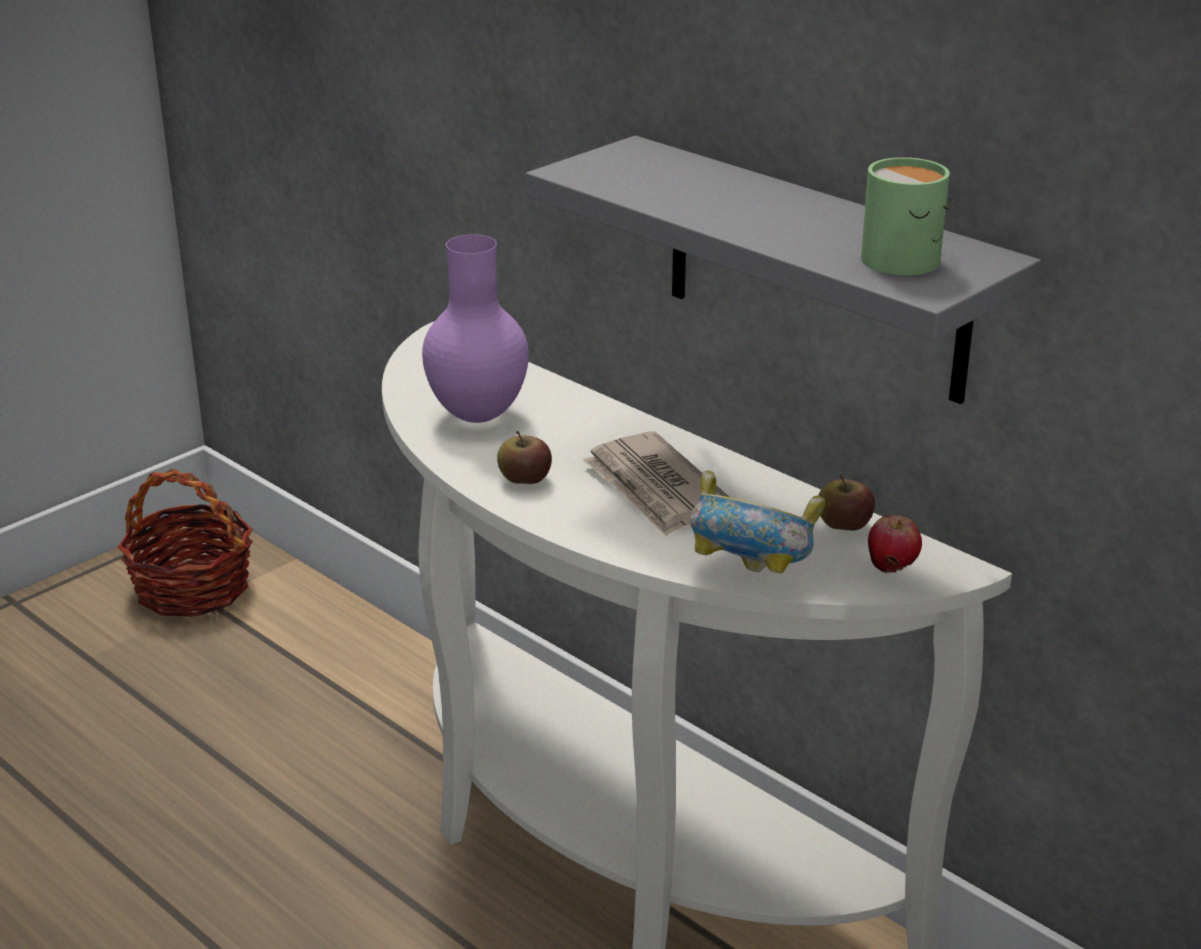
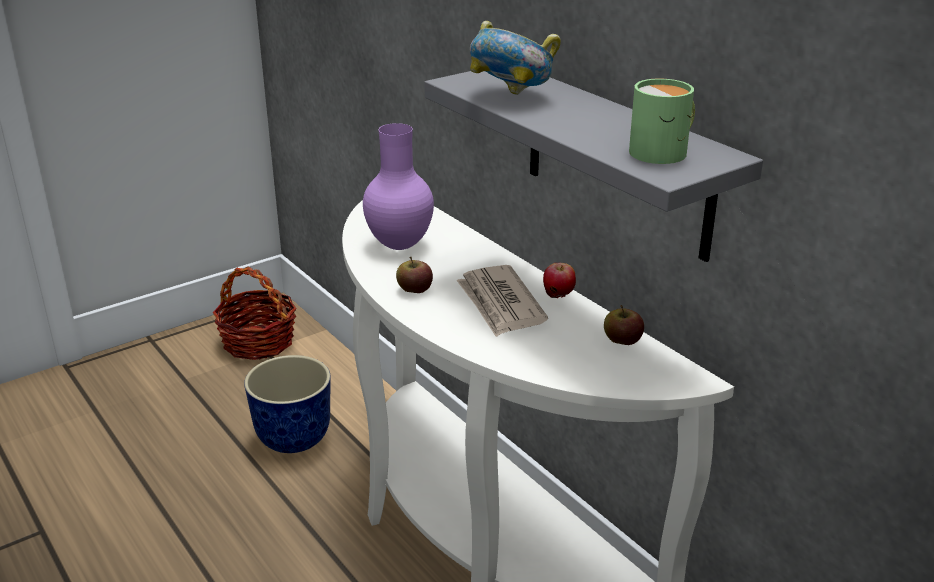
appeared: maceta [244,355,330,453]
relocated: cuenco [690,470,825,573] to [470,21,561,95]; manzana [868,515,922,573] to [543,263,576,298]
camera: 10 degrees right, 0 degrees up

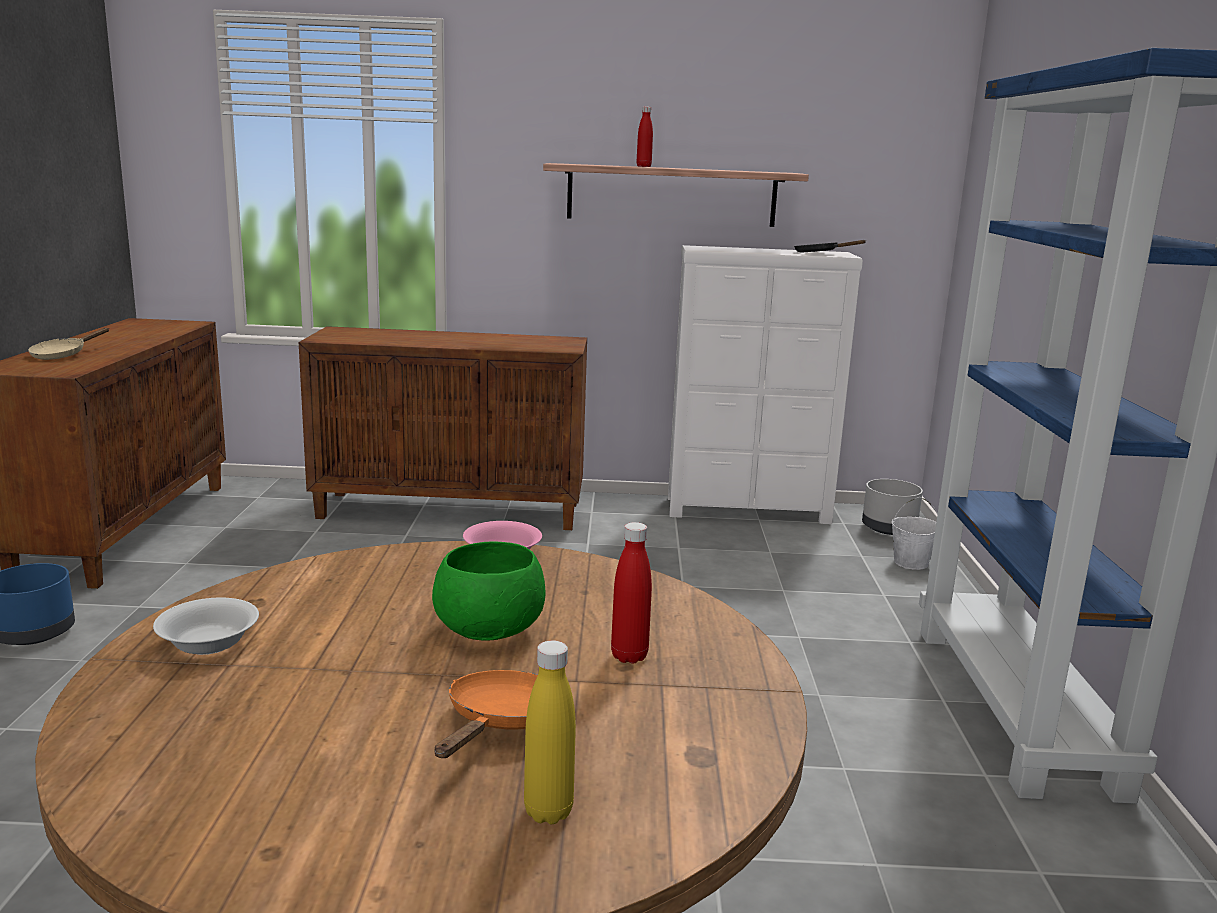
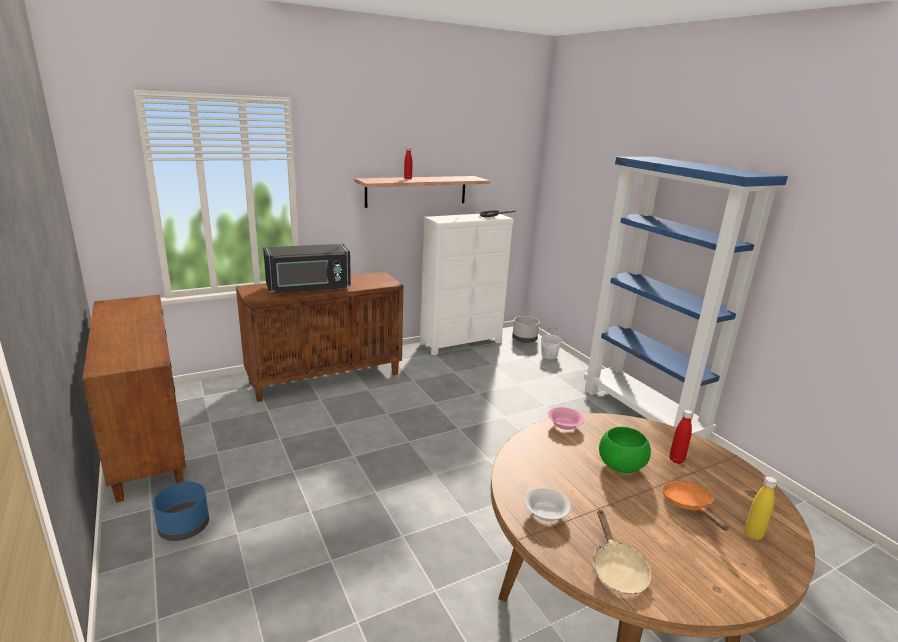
appeared: microondas [negro] [263,244,351,293]
relocated: sartén [beis] [28,328,109,360] to [593,509,651,595]
camera: 30 degrees left, 5 degrees up

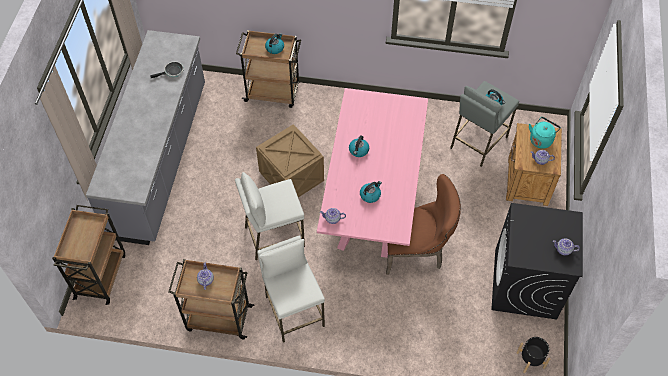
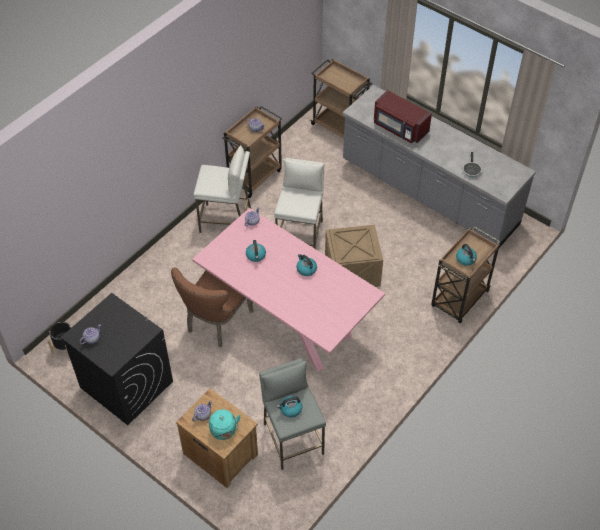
appeared: microondas [rojo] [374,90,432,143]
camera: 120 degrees right, 5 degrees down

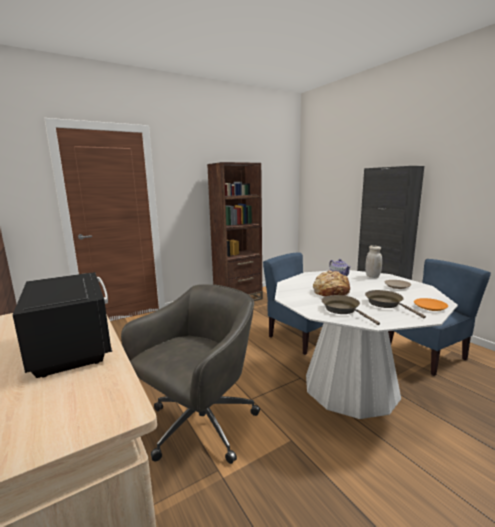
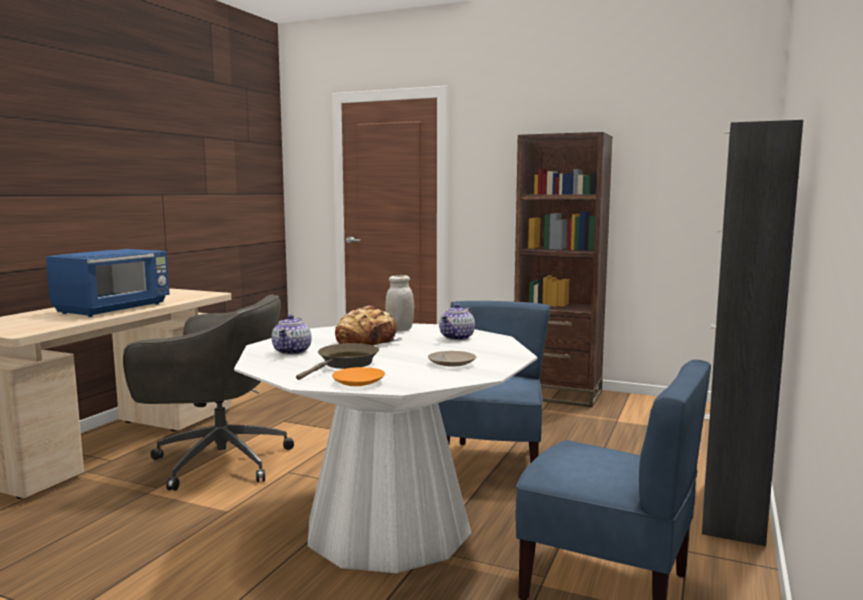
relocated: tarro [blanco] [365,245,382,278] to [385,275,414,331]
exchanged: sartén [marrón] [322,295,380,325] to tetera [272,314,312,355]
colour: microondas [negro] [13,272,112,378] to microondas [azul] [46,249,170,317]
camera: 55 degrees right, 5 degrees down

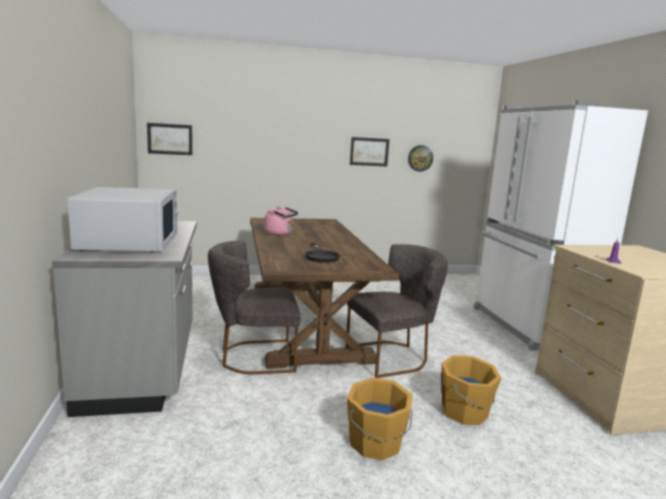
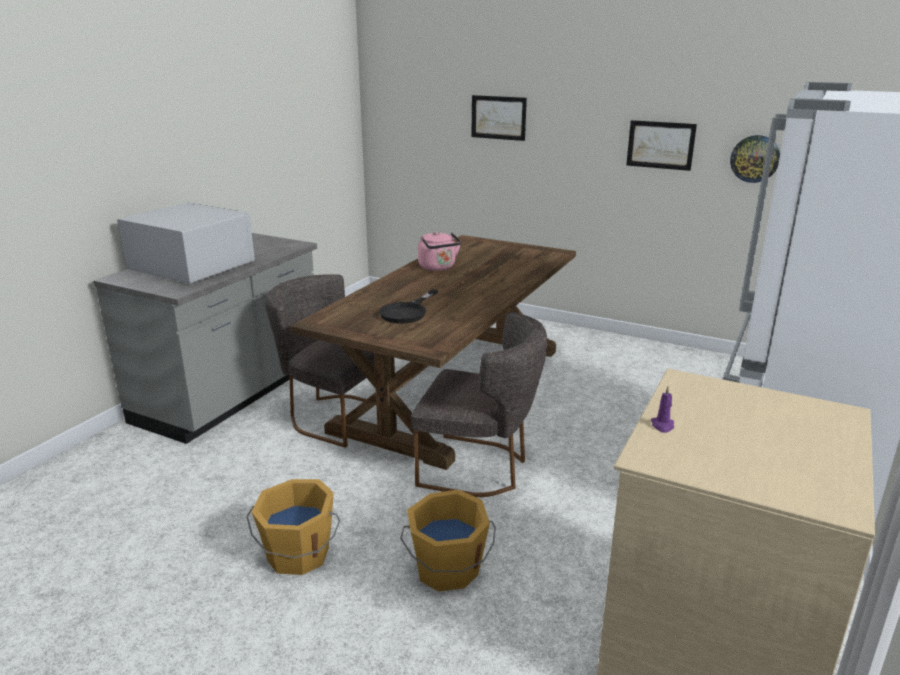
relocated: cuadro [147,123,192,155] to [471,95,527,141]
spun: microondas [blanco] [67,187,178,252] = [117,202,255,284] 90 degrees counterclockwise
camera: 40 degrees right, 10 degrees up

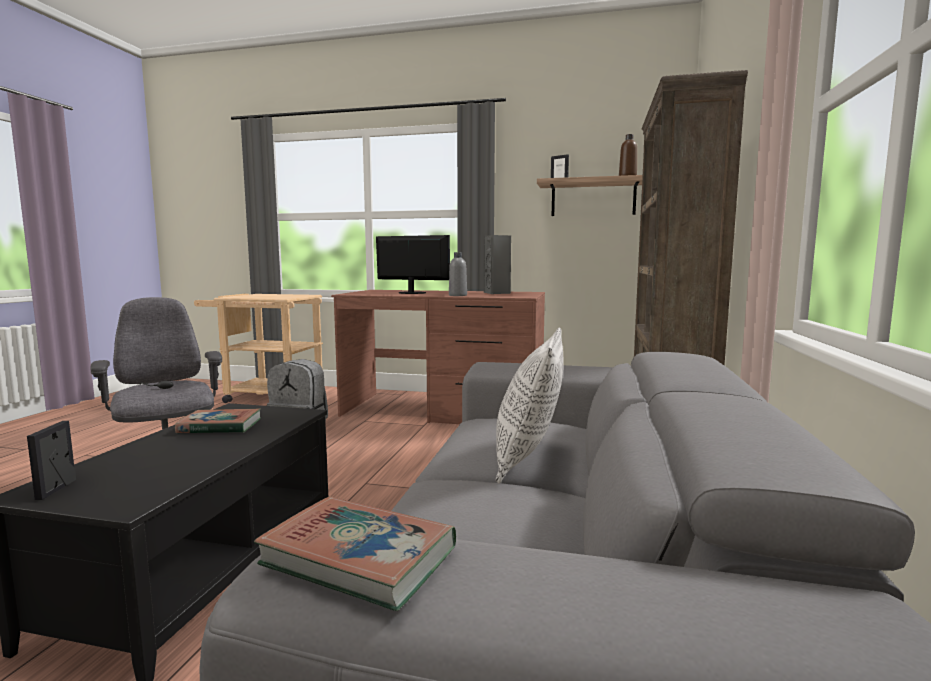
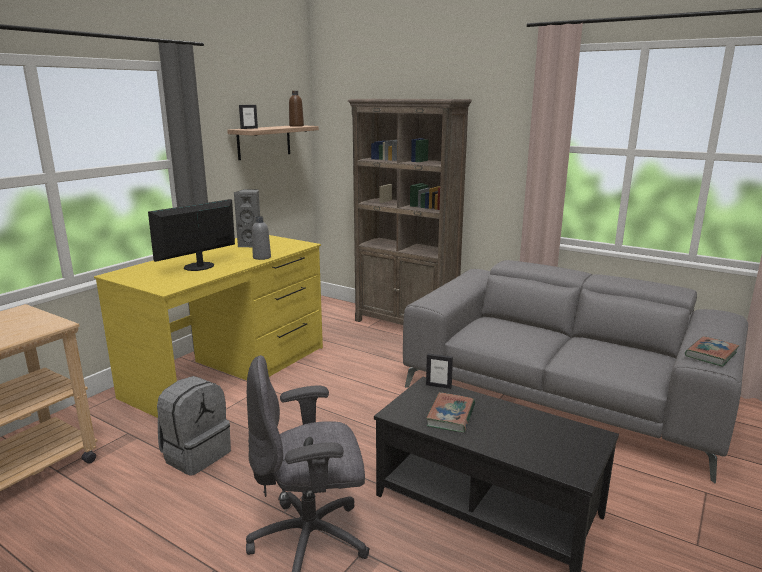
missing: cojín [496,328,563,483]
relocated: portarretratos [27,421,76,500] to [426,353,453,389]
colour: escritorio [marrón] [331,290,545,424] to escritorio [amarillo] [94,235,323,418]
camera: 70 degrees left, 10 degrees up

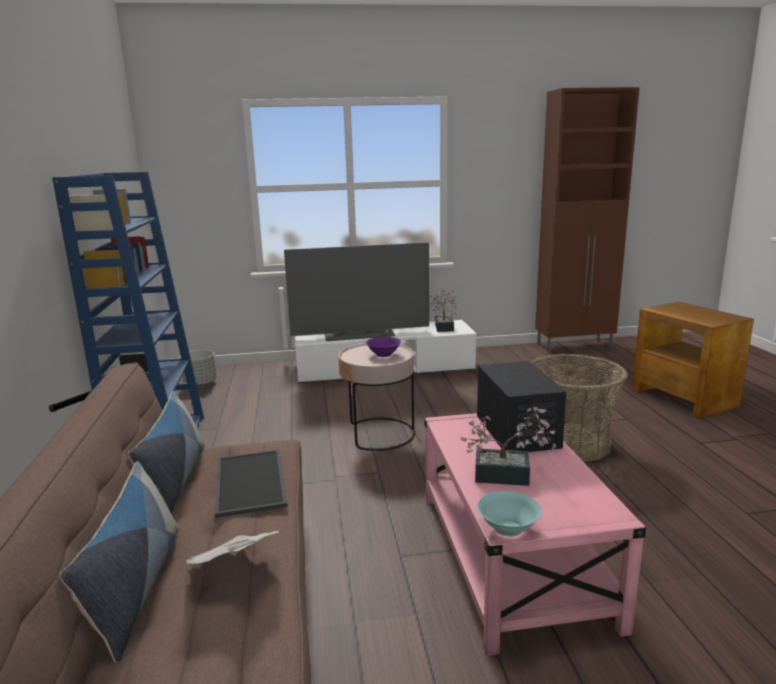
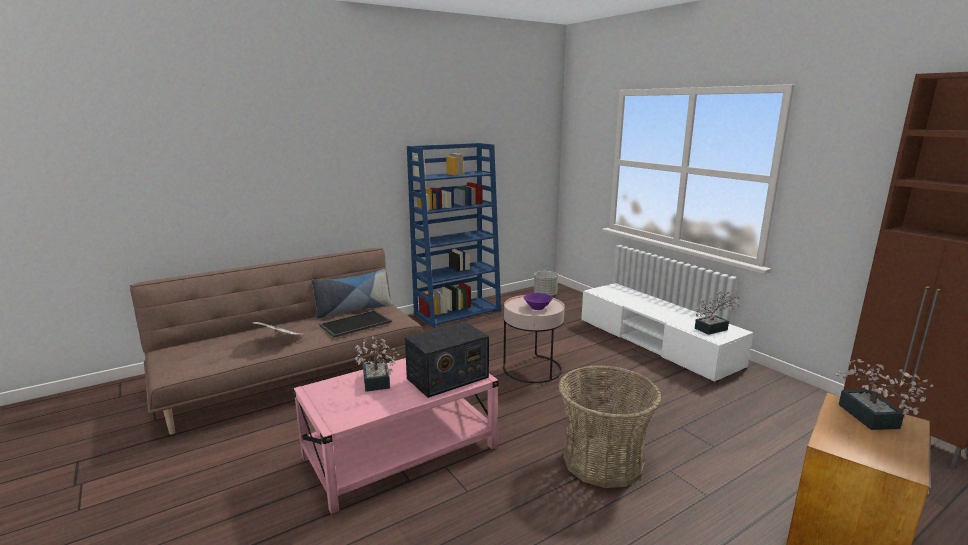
missing: cojín [60,461,179,662]; televisor [284,242,429,341]; cuenco [turquesa] [477,491,542,537]
appeared: planta en maceta [834,359,934,430]
camera: 65 degrees right, 0 degrees up

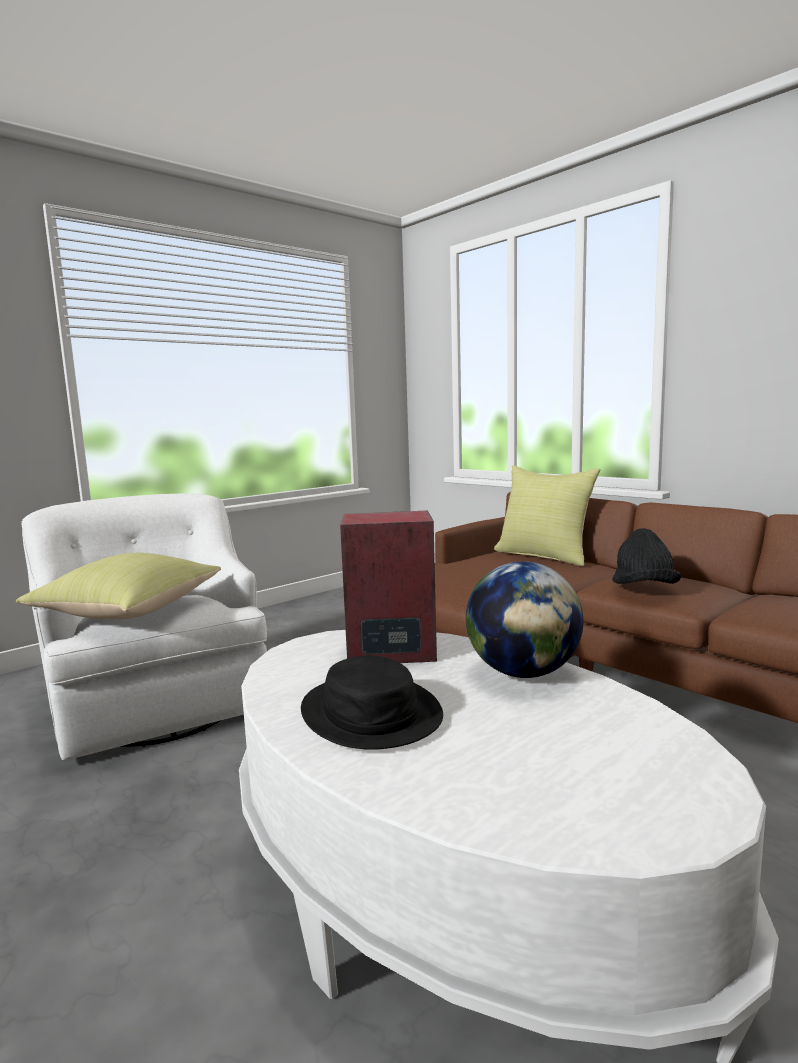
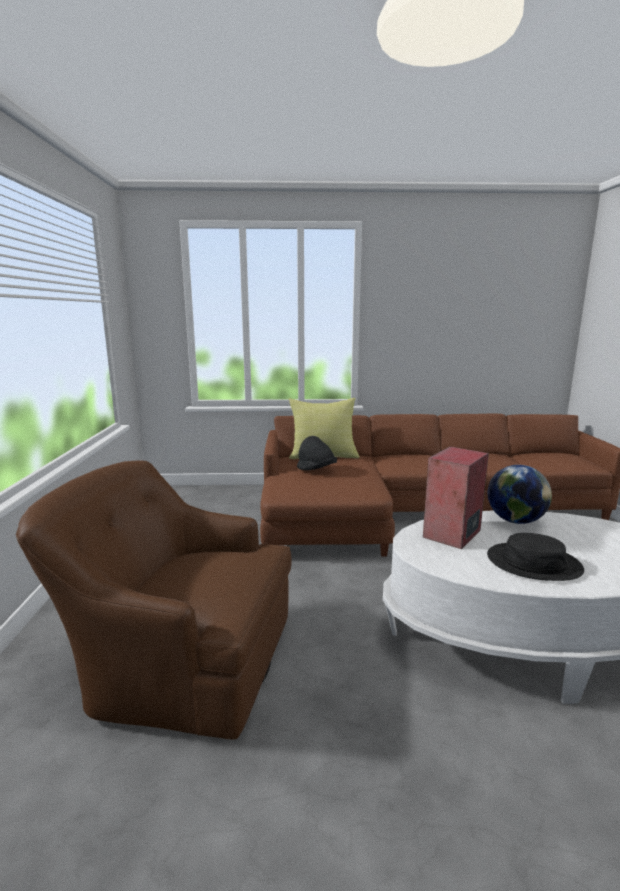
missing: cojín [amarillo] [16,553,221,619]
relocated: sombrero [negro] [612,528,681,584] to [297,436,337,470]
colour: sillón [blanco] [22,493,267,760] to sillón [marrón] [16,460,292,740]
camera: 50 degrees left, 5 degrees up

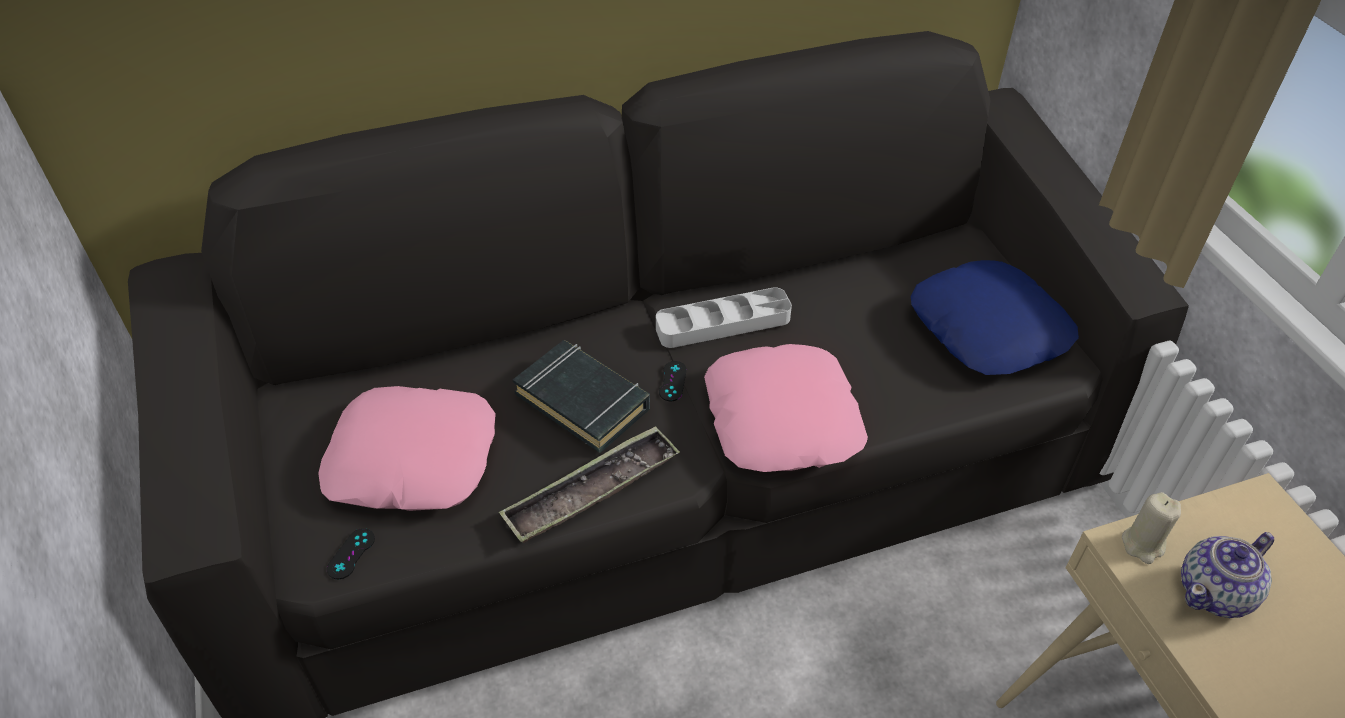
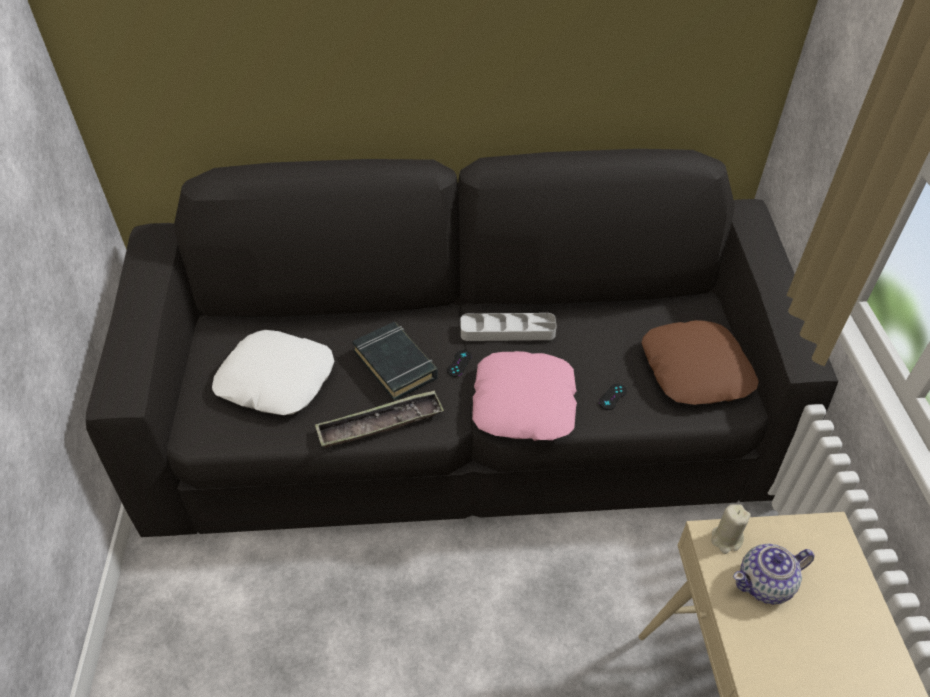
relocated: mando de consola [negro] [327,528,375,579] to [599,383,627,410]
colour: cojín [rosa] [318,386,496,511] to cojín [blanco] [212,330,334,415]; cojín [azul] [911,260,1079,375] to cojín [marrón] [642,320,759,405]
camera: 15 degrees right, 0 degrees up

